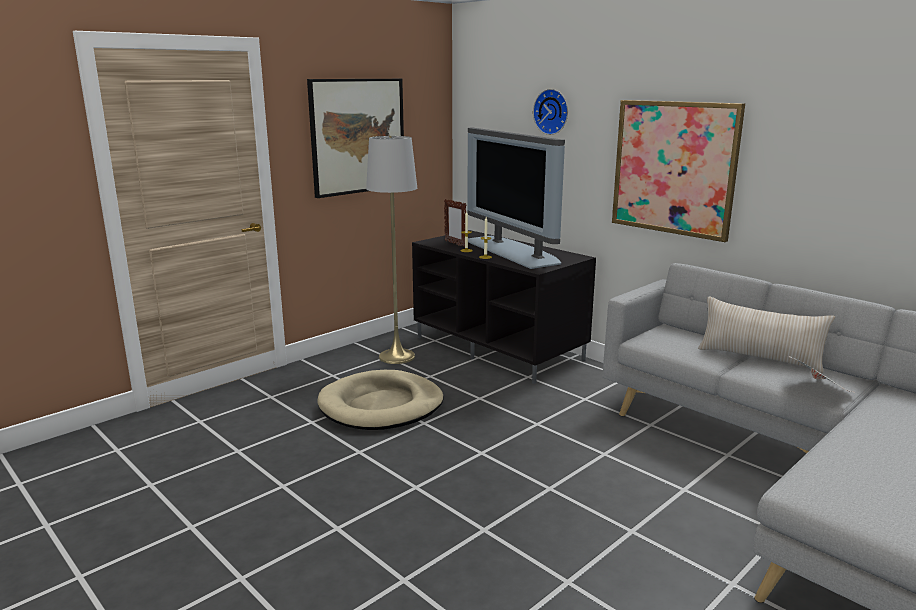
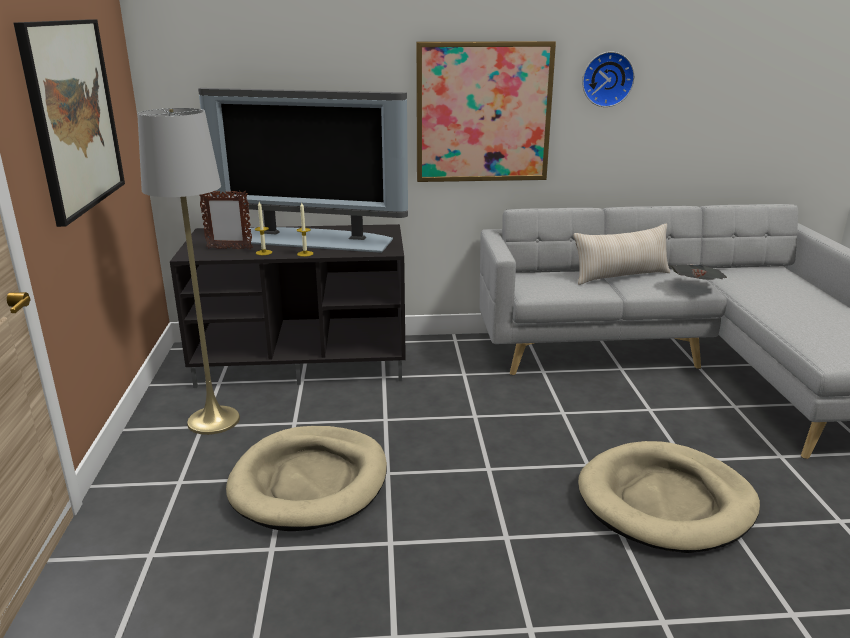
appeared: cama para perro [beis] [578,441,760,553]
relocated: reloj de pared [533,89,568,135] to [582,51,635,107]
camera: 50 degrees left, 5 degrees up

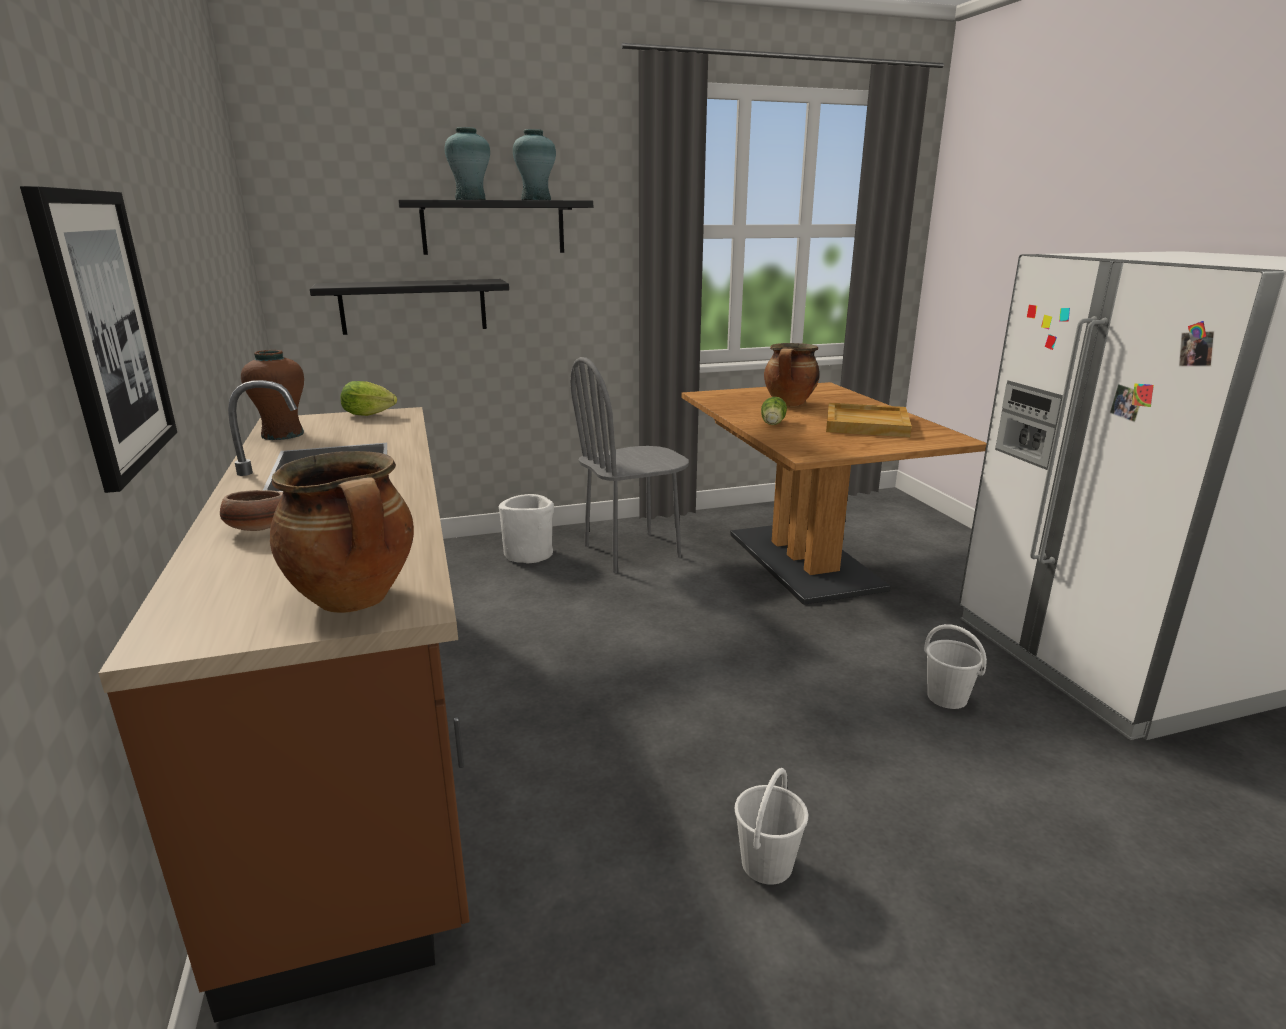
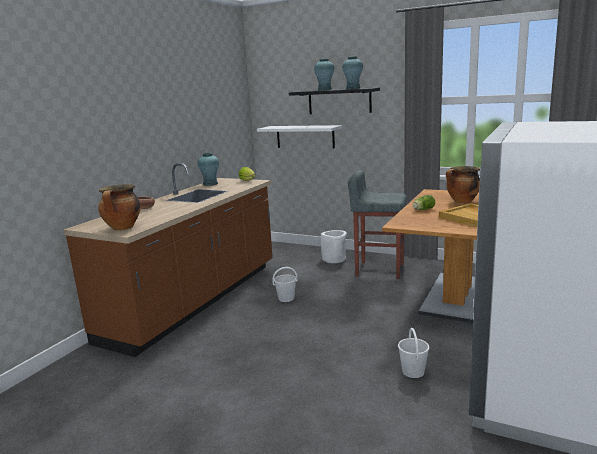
missing: cuadro [20,186,177,493]
relocated: cubo [blanco] [734,768,808,884] to [272,267,298,302]
exchanged: silla [gris] [570,357,689,573] to taburete [gris] [348,170,407,279]
colour: florero [marrón] [241,350,304,440] to florero [turquesa] [198,153,219,186]; estante [negro] [310,279,509,335] to estante [blanco] [257,125,342,148]
camera: 45 degrees right, 5 degrees down

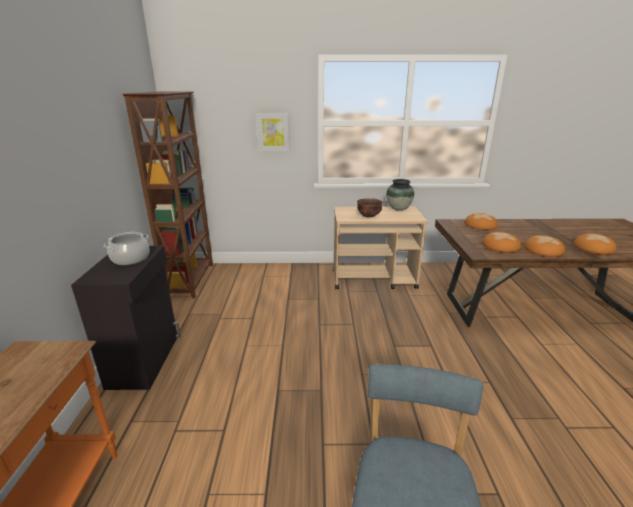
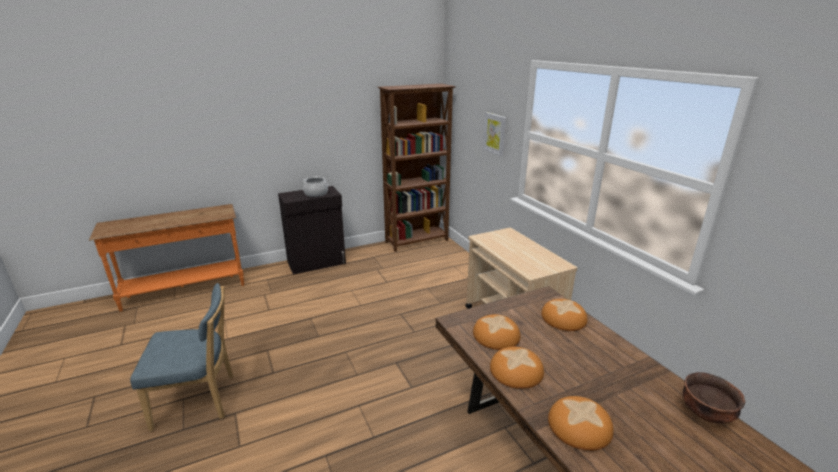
missing: florero [386,179,414,211]
relocated: cuenco [marrón] [357,199,383,217] to [683,372,745,423]
camera: 65 degrees right, 0 degrees up

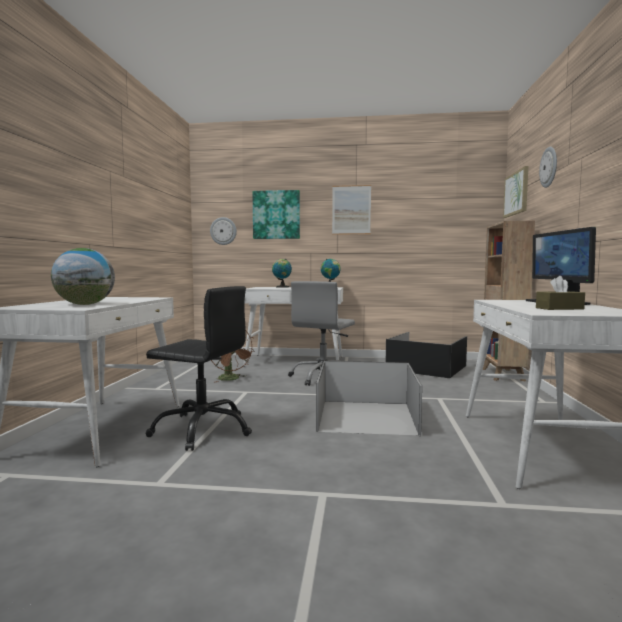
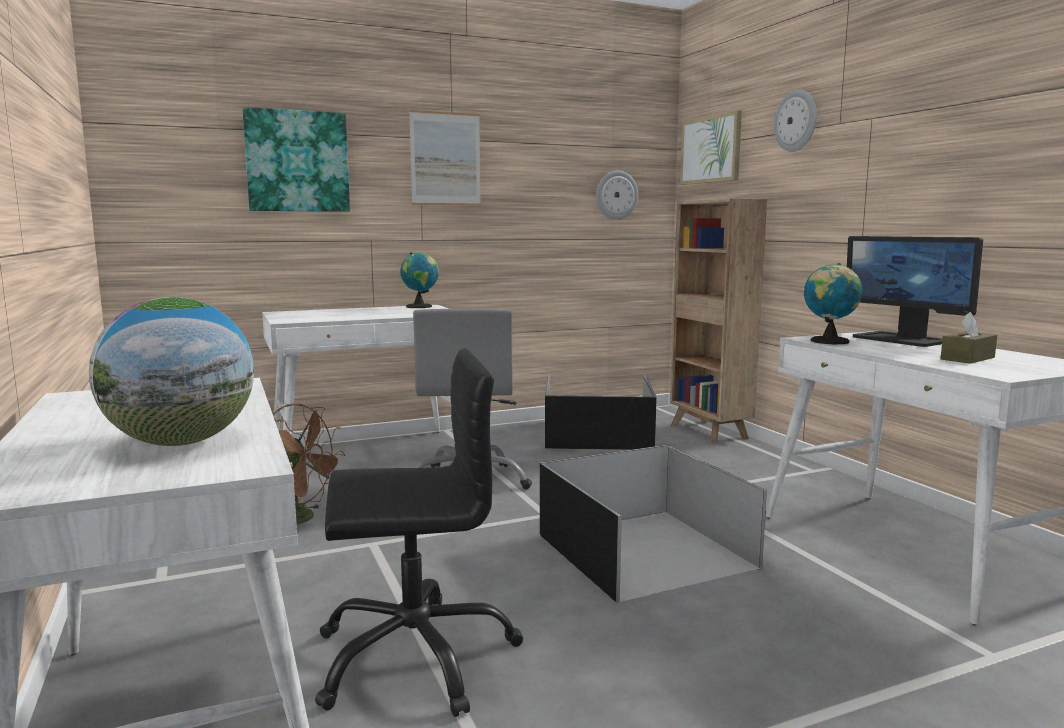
relocated: reloj de pared [210,217,237,245] to [596,170,638,220]; globo terráqueo [272,259,292,288] to [804,263,863,344]
camera: 30 degrees left, 5 degrees up

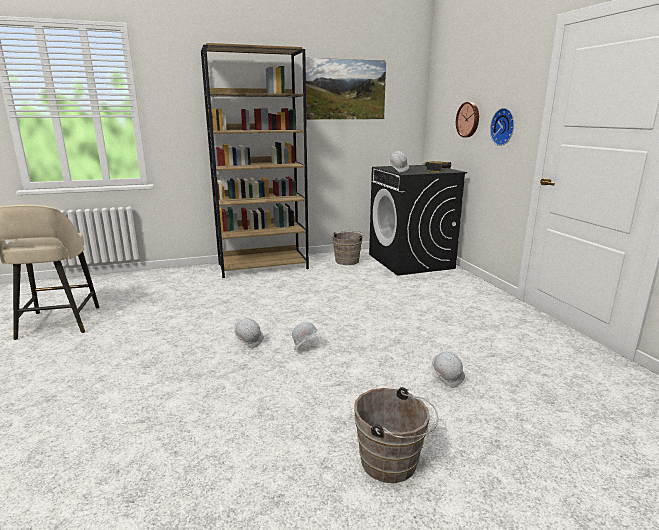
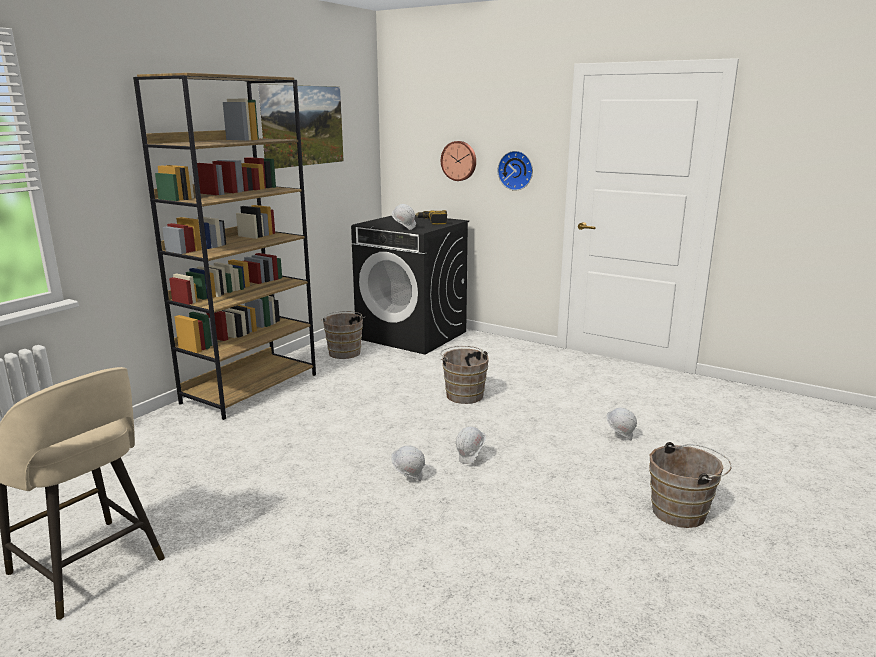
appeared: cubo [marrón] [440,346,489,404]
camera: 40 degrees left, 0 degrees up

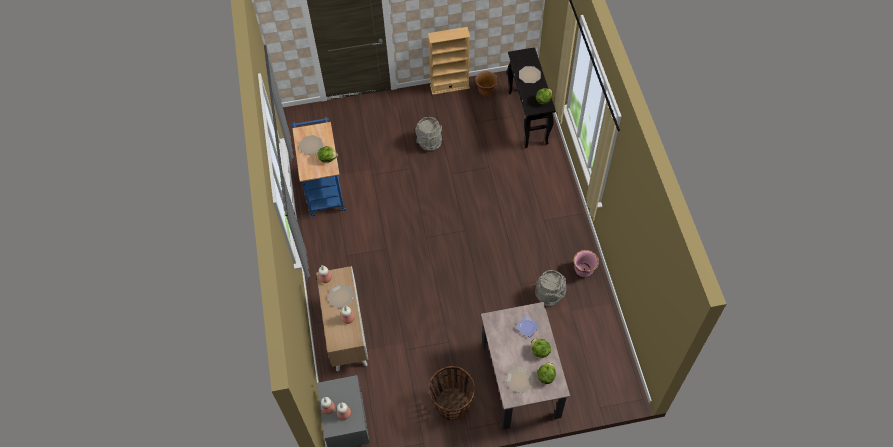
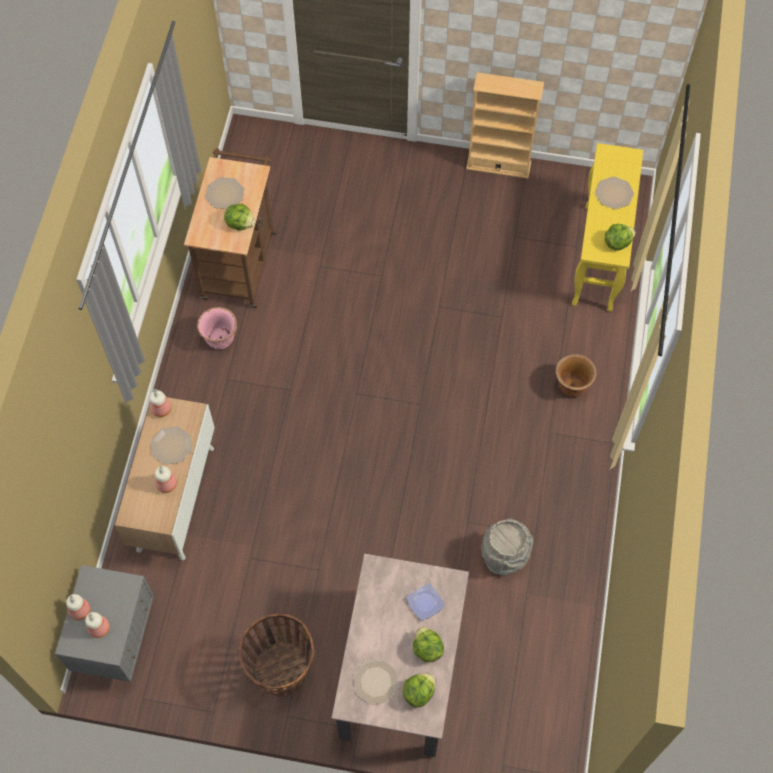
missing: cubo [gris] [415,117,442,151]
relocated: maceta [rosa] [573,250,599,277] to [197,307,237,349]; maceta [marrón] [475,71,498,96] to [556,354,596,397]
colour: carrito [azul] [292,117,346,217] to carrito [marrón] [184,148,277,309]; mesa consola [negro] [507,47,556,148] to mesa consola [amarillo] [572,143,643,311]
camera: 20 degrees right, 5 degrees up

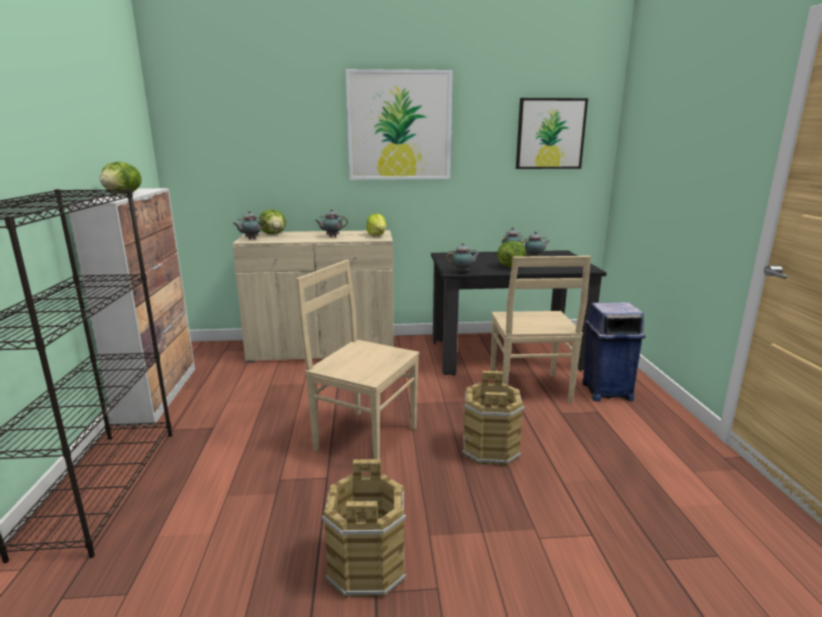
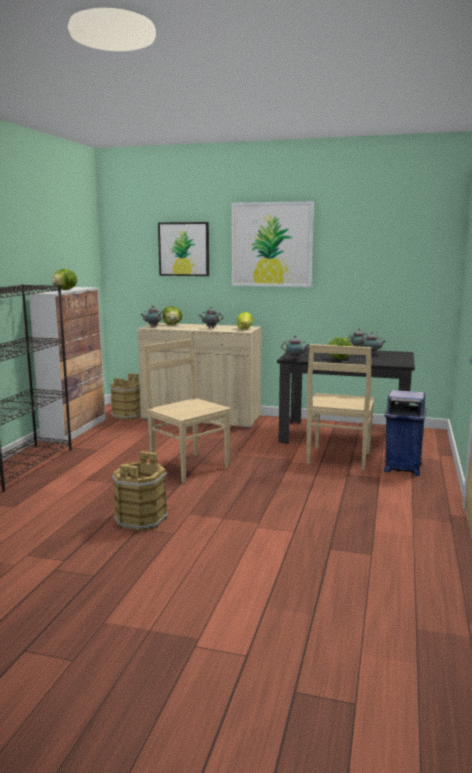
relocated: cubo [marrón] [463,371,525,466] to [110,373,141,420]; cuadro [516,98,588,169] to [158,222,209,276]
camera: 20 degrees right, 5 degrees down

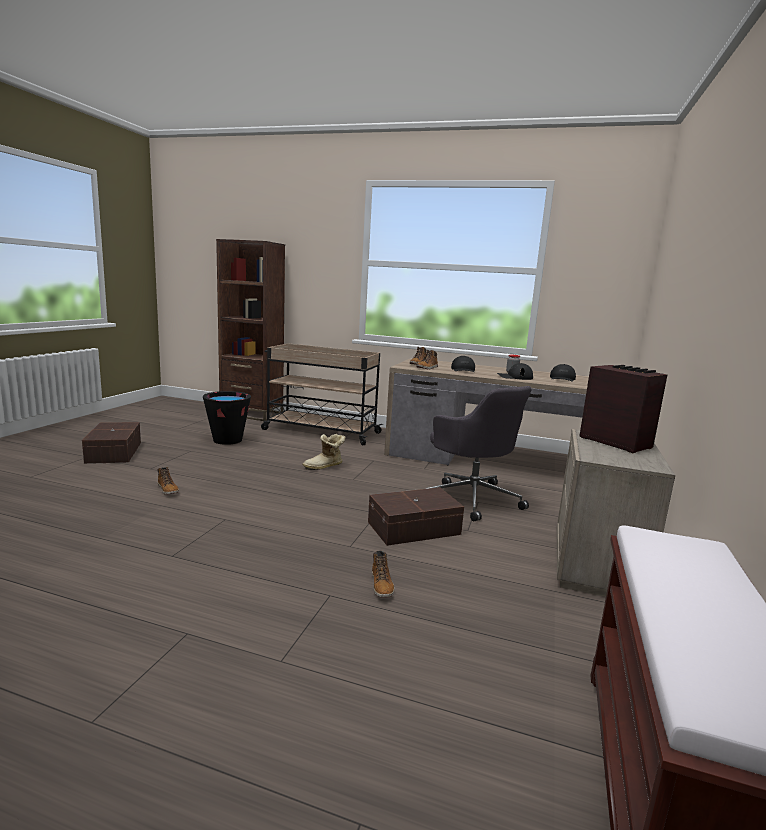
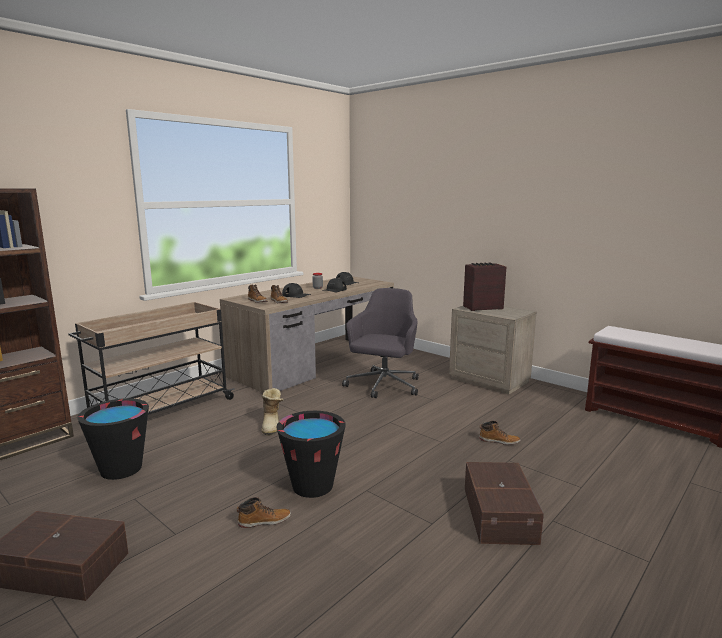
appeared: cubo [negro] [276,411,346,498]
relocated: caja de almacenaje [marrón] [368,487,464,546] to [465,462,544,545]
spun: silla de oficina [gris] [426,386,532,521] = [342,288,419,398] 60 degrees counterclockwise
camera: 65 degrees left, 0 degrees up

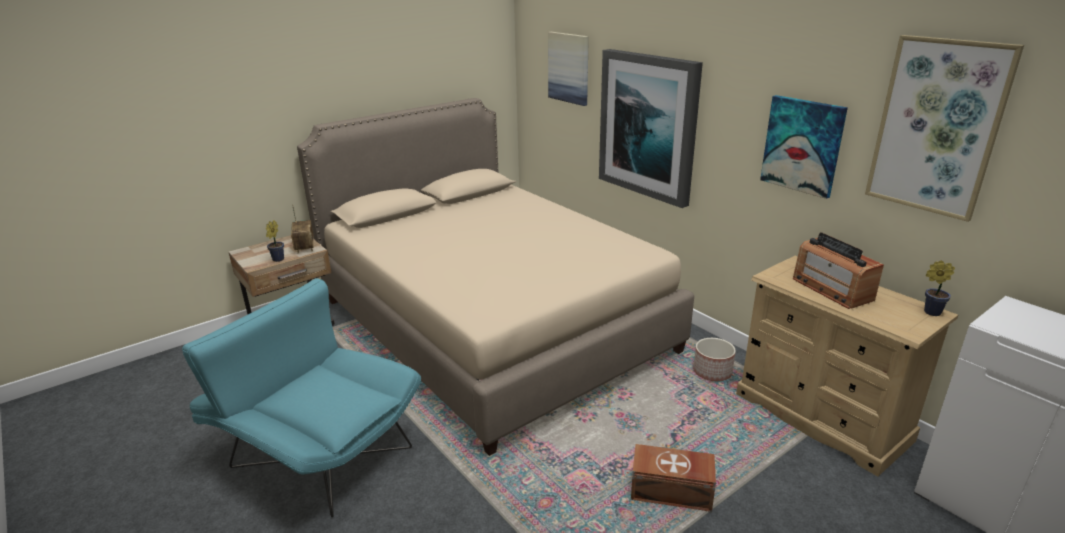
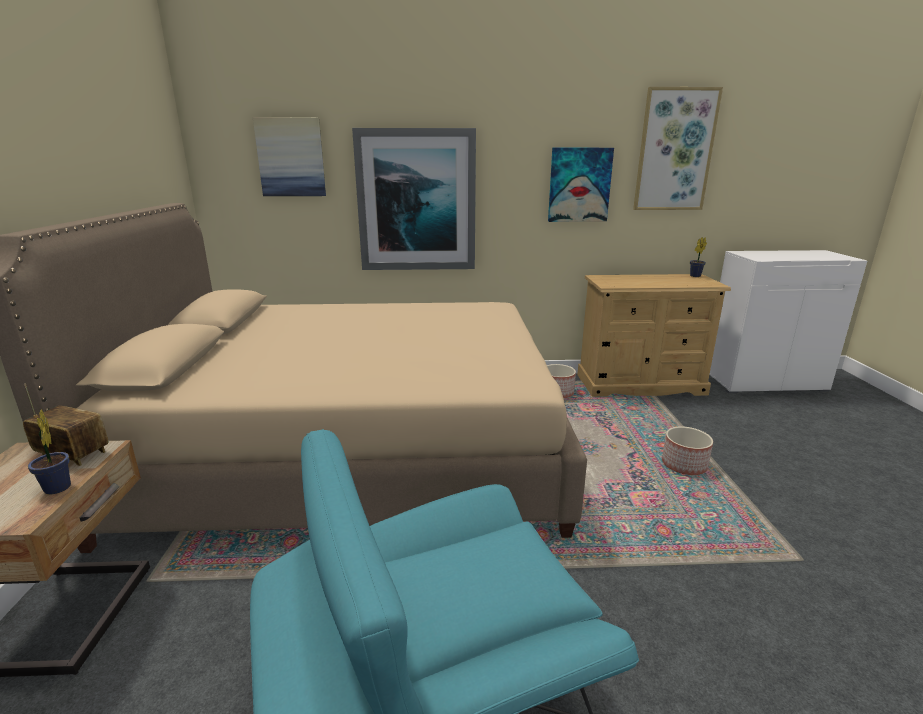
missing: radio [793,232,884,309]
exchanged: caja de almacenaje [marrón] [631,444,716,513] to maceta [662,427,713,475]
camera: 55 degrees left, 5 degrees down

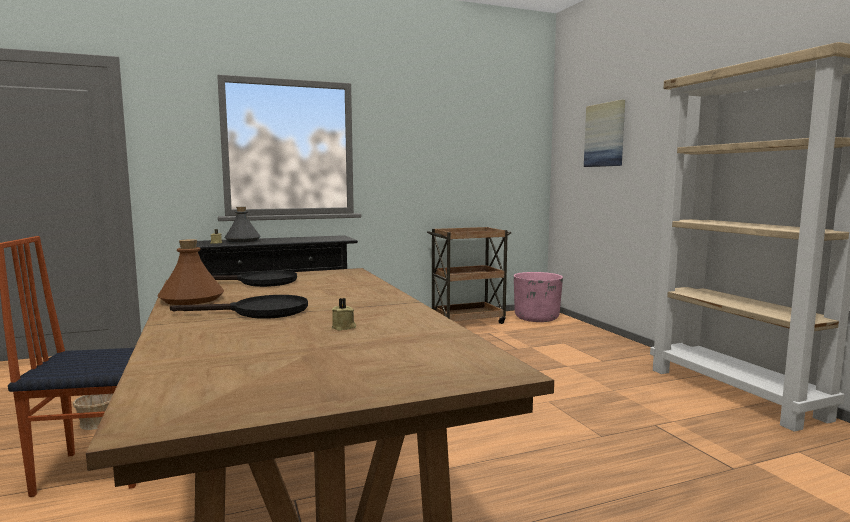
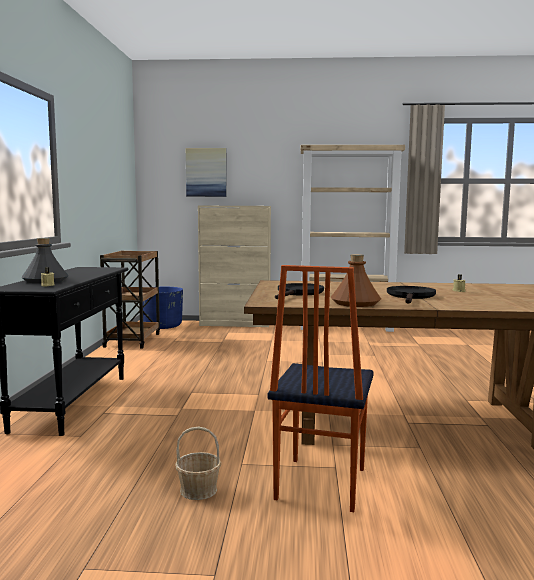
appeared: armario [beis] [198,206,271,327]
colour: maceta [rosa] [514,272,563,322] to maceta [azul] [143,287,183,329]
camera: 65 degrees left, 0 degrees up

